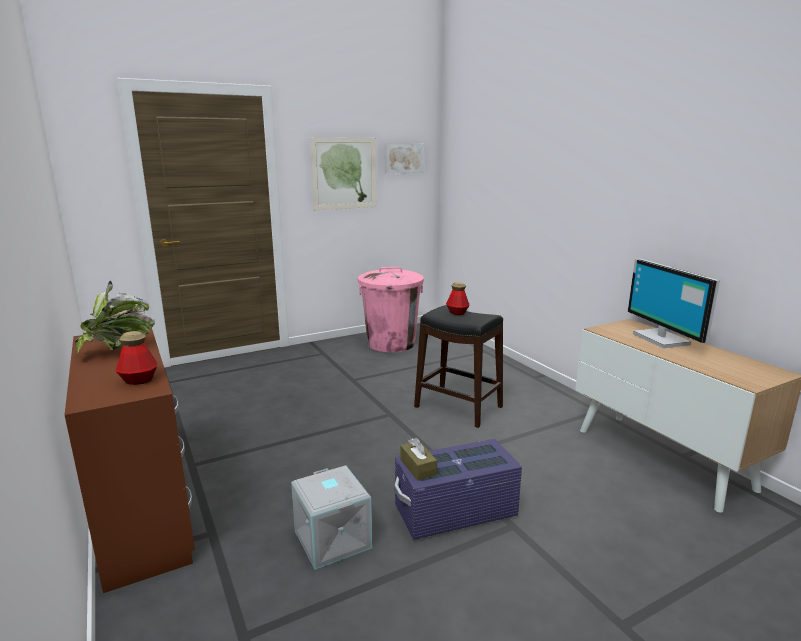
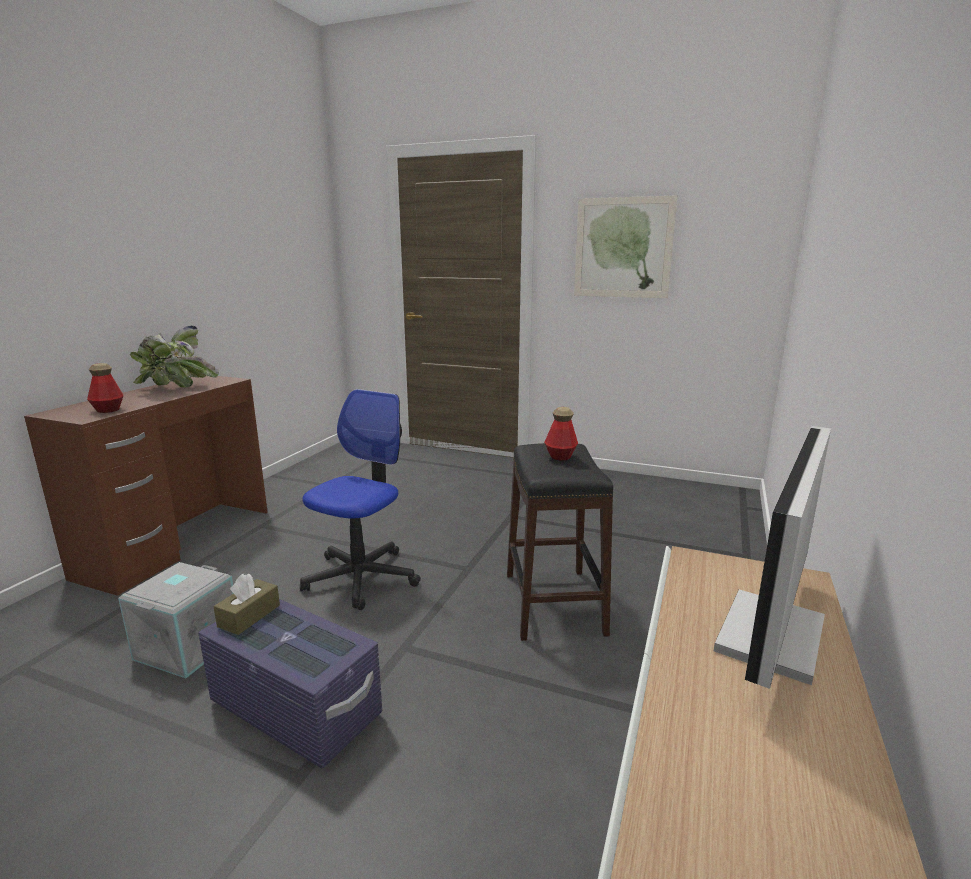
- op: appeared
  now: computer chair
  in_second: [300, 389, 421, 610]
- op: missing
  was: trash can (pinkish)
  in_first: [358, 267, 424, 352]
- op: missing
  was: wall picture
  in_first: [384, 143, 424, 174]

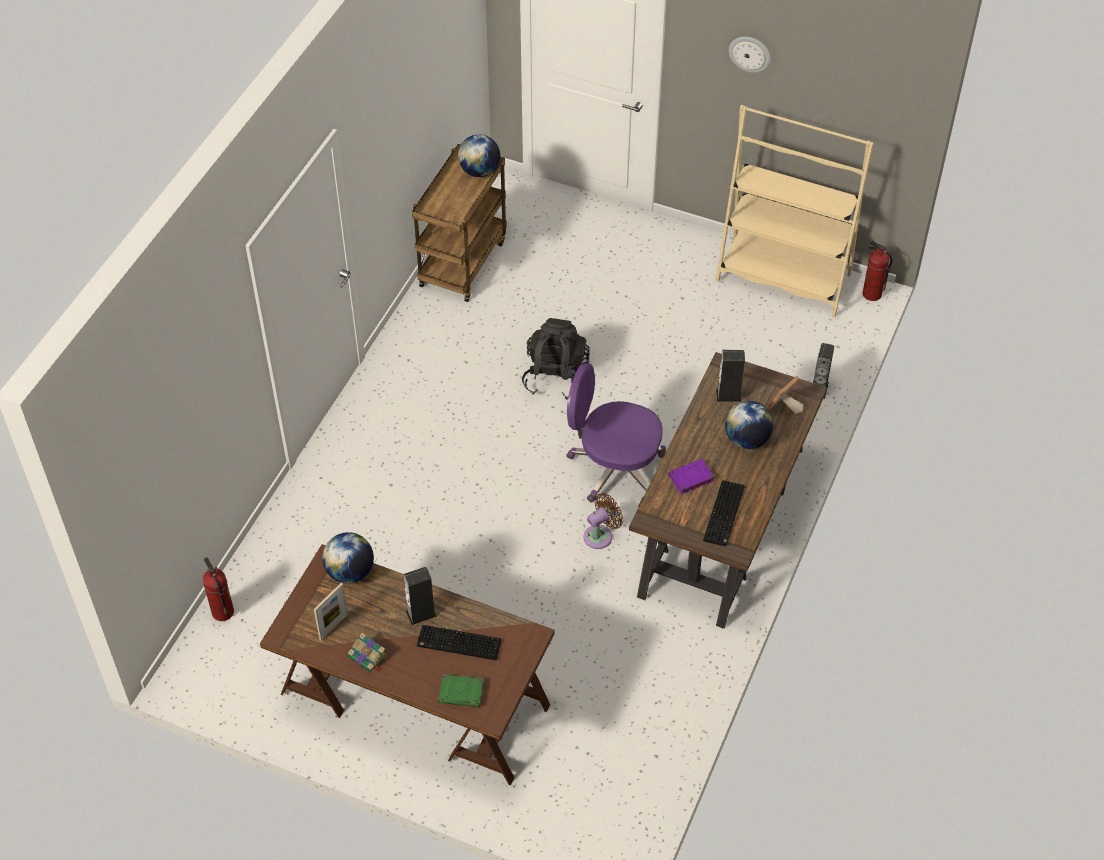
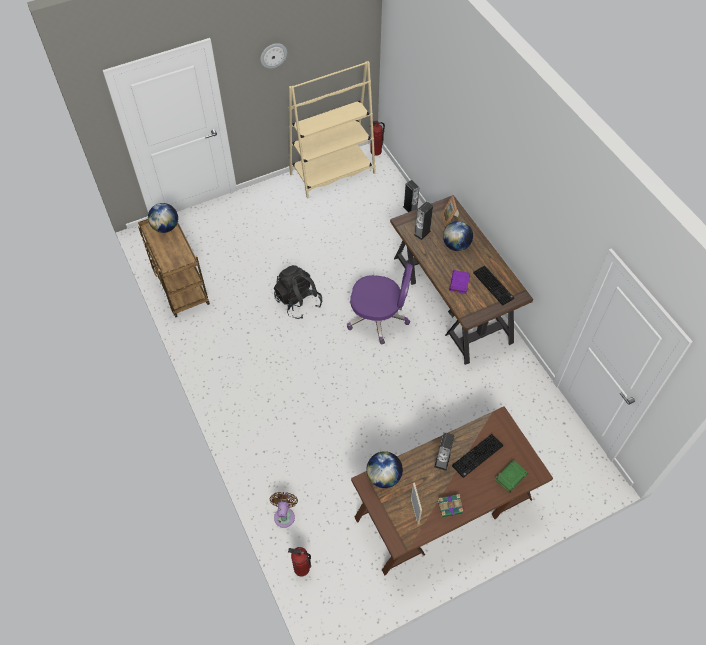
- op: relocated
  was: cooling fan (brownish)
  in_first: [583, 493, 623, 549]
  in_second: [270, 492, 298, 528]
- op: spun
  was: computer chair (purple-coloured)
  in_first: [567, 363, 666, 503]
  in_second: [347, 263, 413, 345]
  clockwise: -135

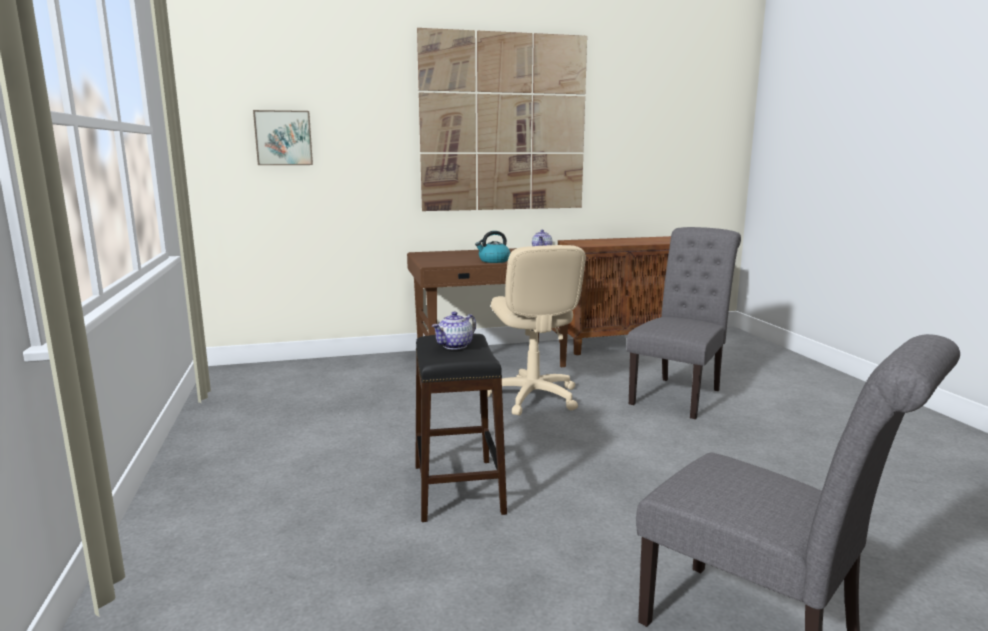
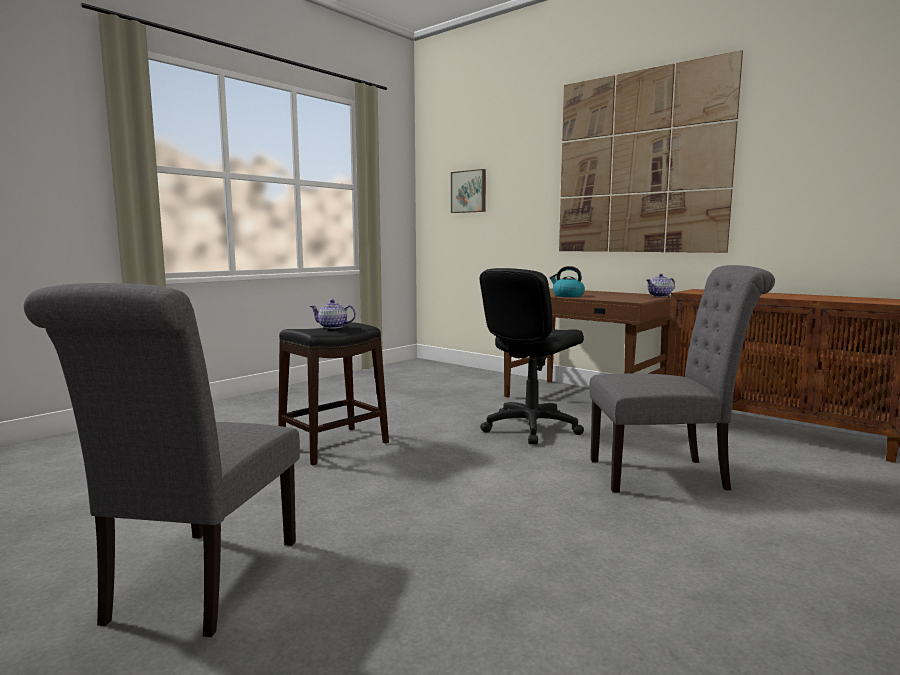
- op: colour
  was: computer chair (sand-coloured)
  now: computer chair (black-coloured)
  in_first: [487, 245, 586, 416]
  in_second: [480, 268, 584, 445]

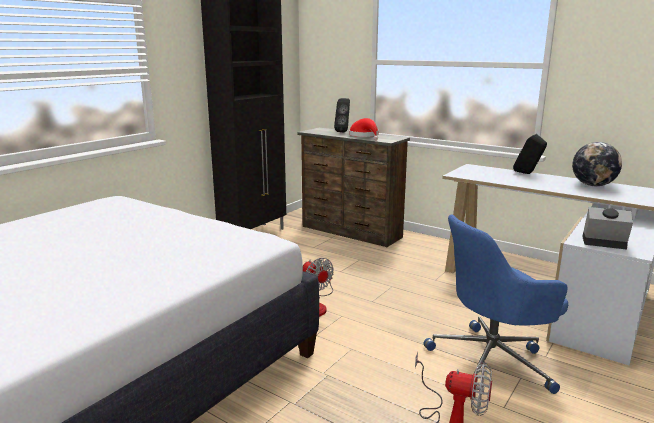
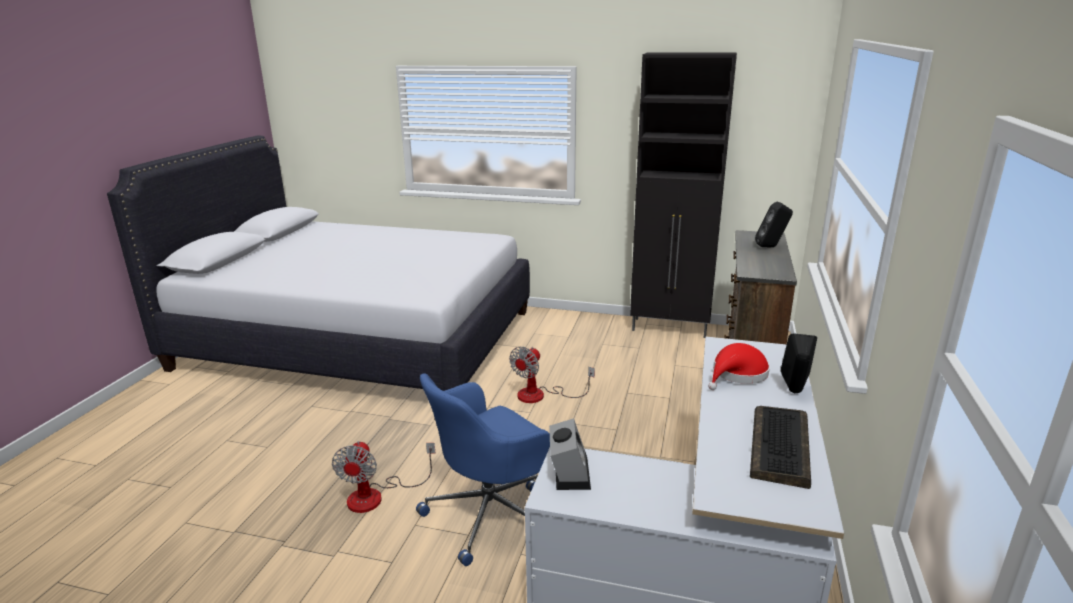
- op: spun
  was: computer chair (blue)
  in_first: [424, 214, 568, 394]
  in_second: [416, 373, 550, 566]
  clockwise: -90
- op: relocated
  was: clothing hat (reddish)
  in_first: [349, 118, 378, 140]
  in_second: [708, 343, 770, 390]
- op: exchanged
  was: world globe
  now: computer keyboard
  in_first: [572, 142, 622, 186]
  in_second: [750, 406, 811, 489]

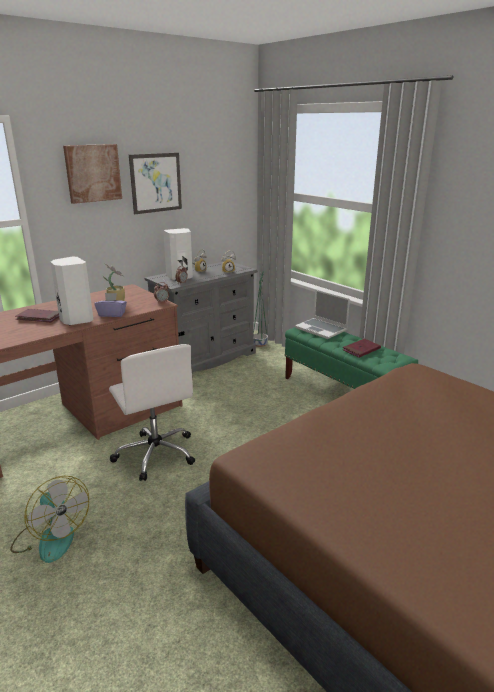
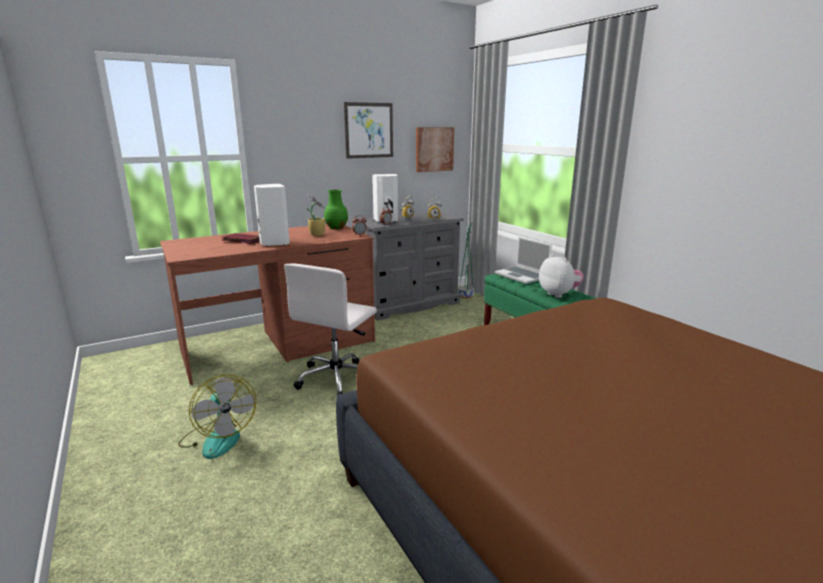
- op: spun
  was: computer chair (white)
  in_first: [109, 344, 195, 481]
  in_second: [284, 263, 377, 395]
  clockwise: 45
- op: appeared
  now: vase (green-coloured)
  in_second: [324, 190, 348, 229]
- op: relocated
  was: wall picture
  in_first: [63, 144, 122, 204]
  in_second: [416, 127, 454, 172]
- op: exchanged
  was: book (reddish)
  now: cuddly toy
  in_first: [343, 338, 381, 358]
  in_second: [539, 254, 584, 298]
- op: missing
  was: tissue holder (purple-coloured)
  in_first: [94, 293, 127, 317]

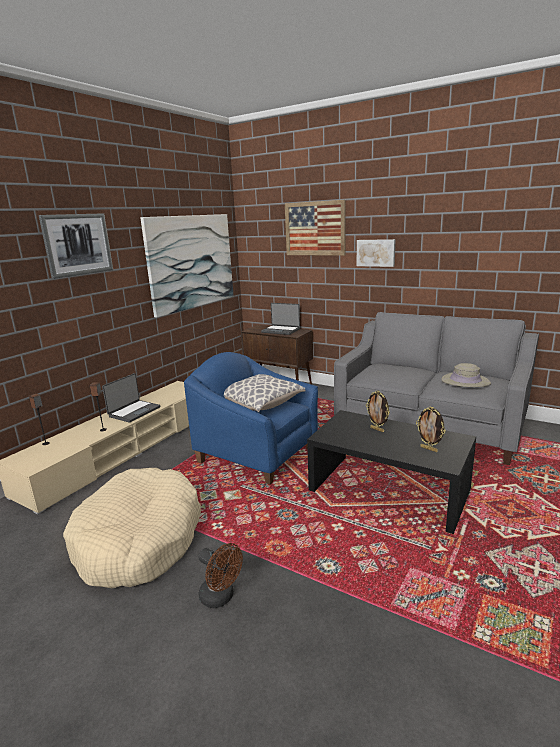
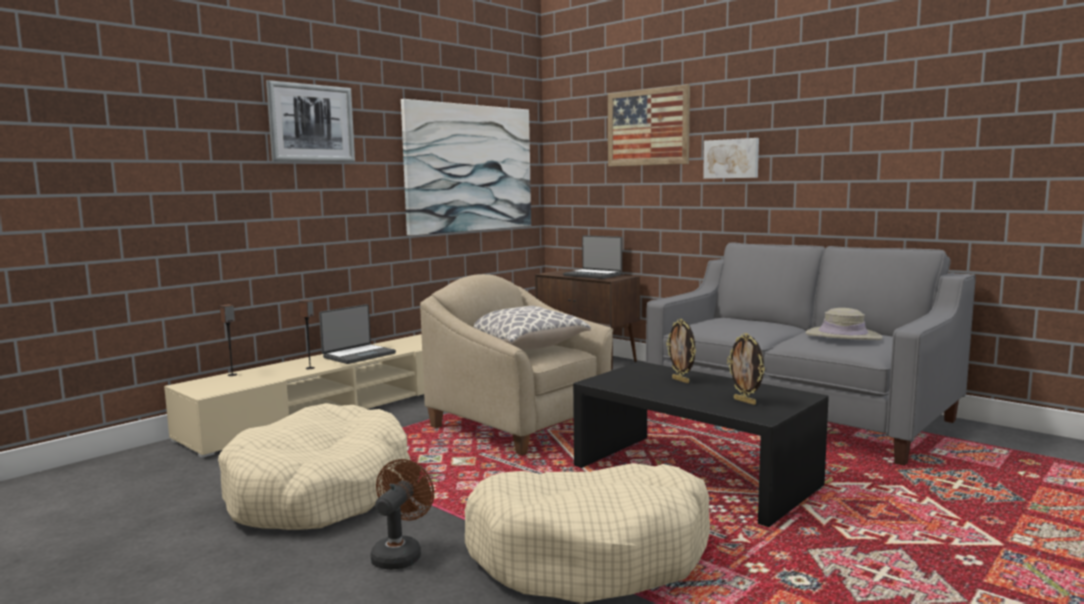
- op: spun
  was: cooling fan (brownish)
  in_first: [198, 543, 243, 608]
  in_second: [370, 459, 434, 570]
  clockwise: -120
- op: colour
  was: armchair (blue)
  now: armchair (sand-coloured)
  in_first: [184, 352, 318, 484]
  in_second: [420, 274, 613, 455]
- op: appeared
  now: dog cushion (sand-coloured)
  in_second: [464, 463, 710, 603]

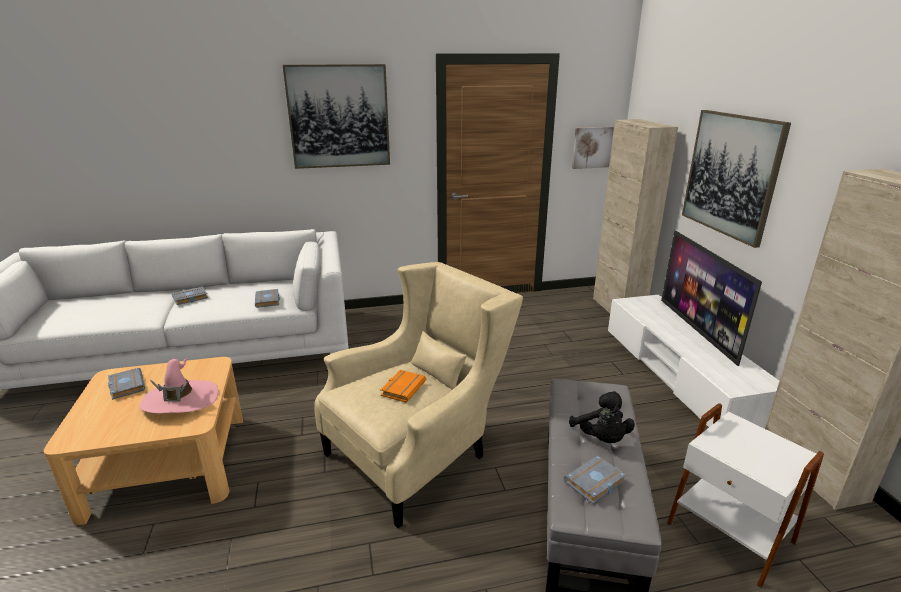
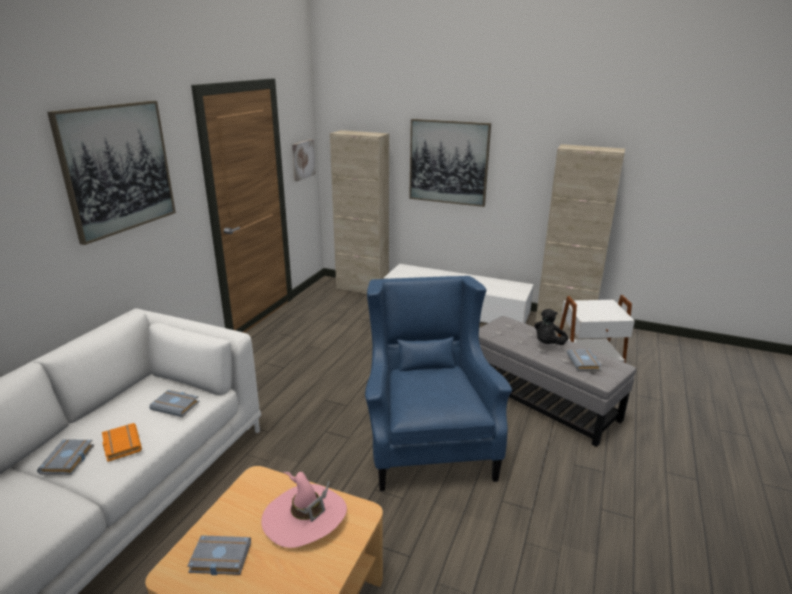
- op: relocated
  was: book (orangey)
  in_first: [381, 370, 426, 403]
  in_second: [102, 423, 142, 462]
- op: colour
  was: armchair (sand-coloured)
  now: armchair (blue)
  in_first: [314, 262, 523, 528]
  in_second: [365, 276, 512, 491]
- op: spun
  was: cuddly toy (black-coloured)
  in_first: [569, 391, 635, 443]
  in_second: [534, 309, 568, 345]
  clockwise: 105
- op: missing
  was: TV set
  in_first: [661, 230, 762, 366]

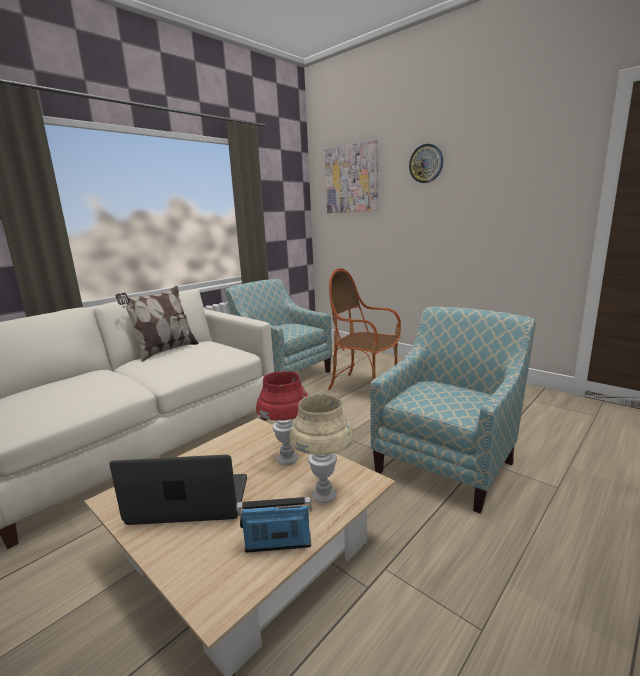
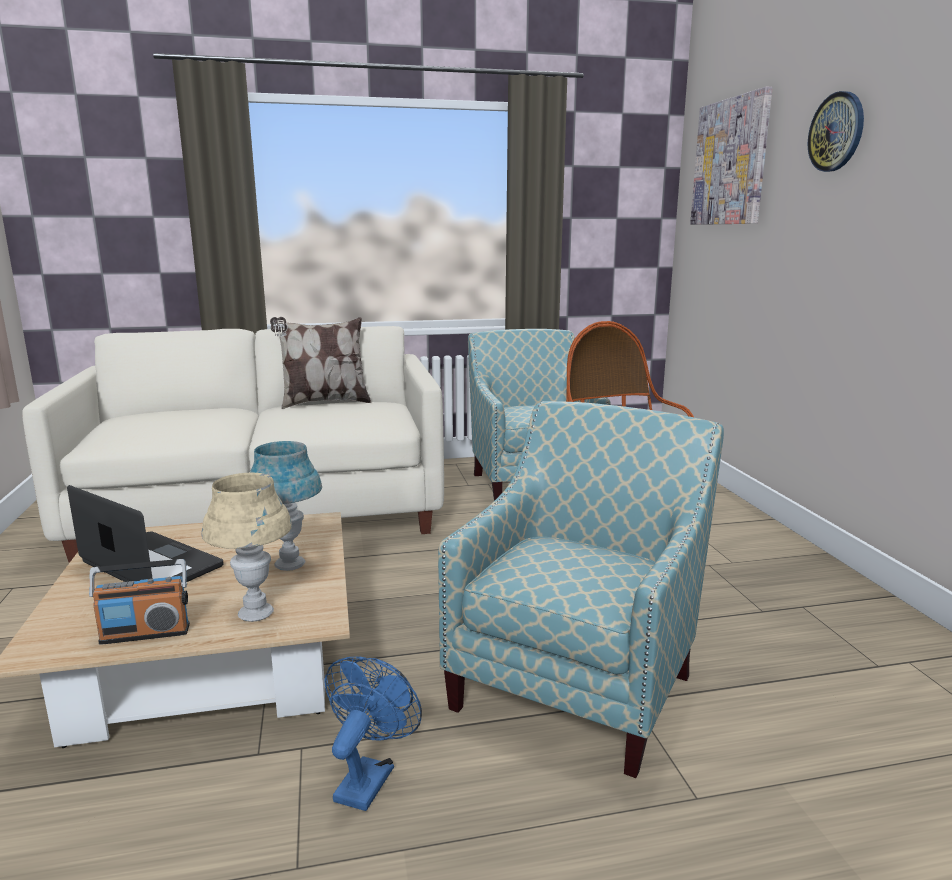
- op: spun
  was: radio set
  in_first: [236, 497, 312, 553]
  in_second: [89, 559, 190, 645]
  clockwise: 135
- op: colour
  was: table lamp (reddish)
  now: table lamp (blue)
  in_first: [256, 371, 308, 465]
  in_second: [250, 441, 322, 571]
- op: appeared
  now: cooling fan (blue)
  in_second: [324, 657, 422, 811]
- op: spun
  was: armchair
  in_first: [370, 307, 536, 513]
  in_second: [438, 401, 724, 778]
  clockwise: -45

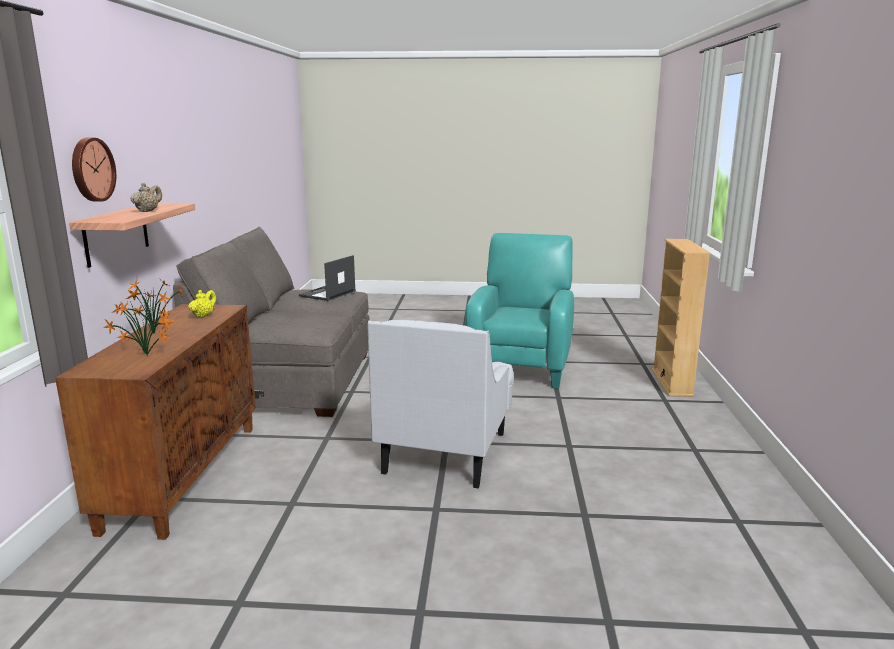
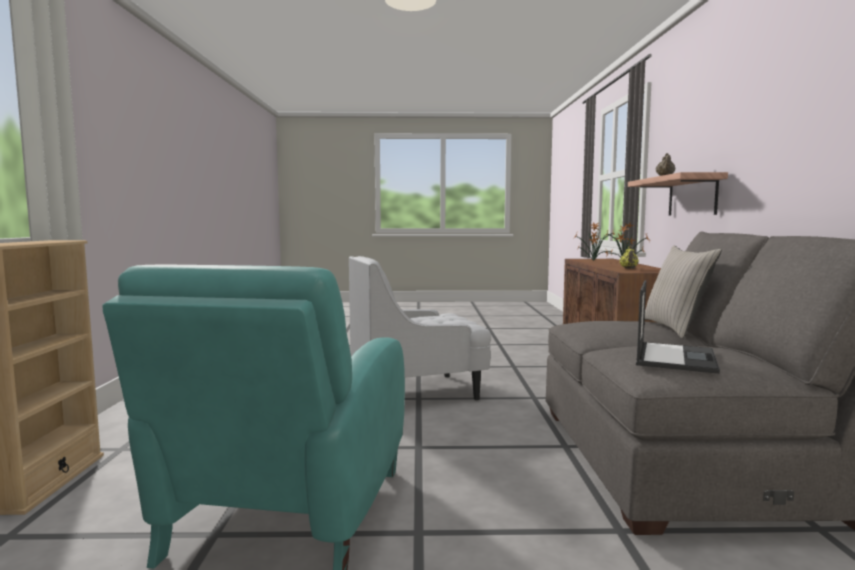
- op: spun
  was: armchair (white)
  in_first: [367, 320, 514, 488]
  in_second: [349, 256, 491, 400]
  clockwise: -120
- op: appeared
  now: pillow (sand-coloured)
  in_second: [645, 246, 722, 338]
- op: missing
  was: wall clock
  in_first: [72, 138, 116, 202]

